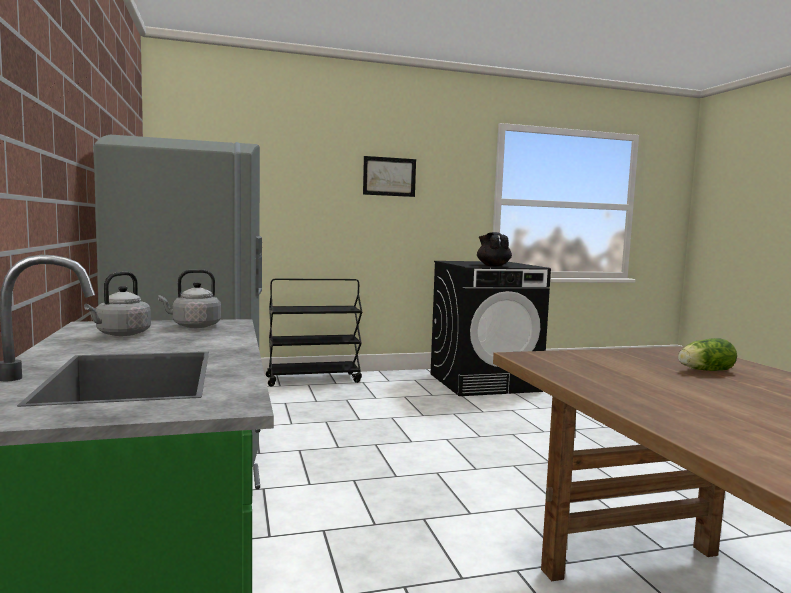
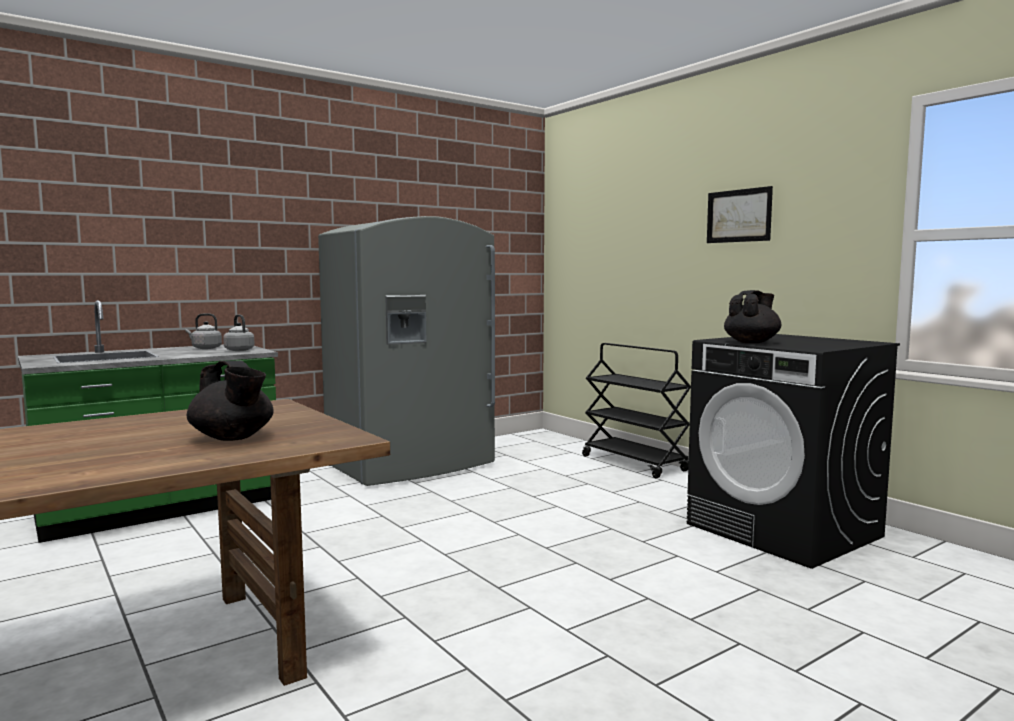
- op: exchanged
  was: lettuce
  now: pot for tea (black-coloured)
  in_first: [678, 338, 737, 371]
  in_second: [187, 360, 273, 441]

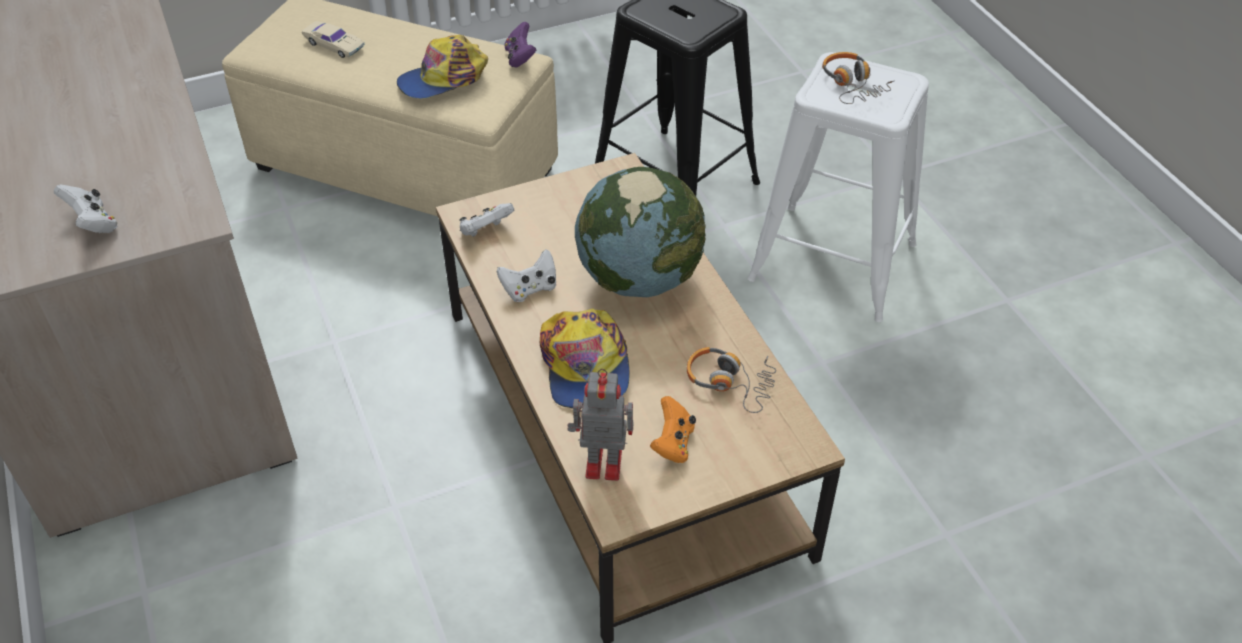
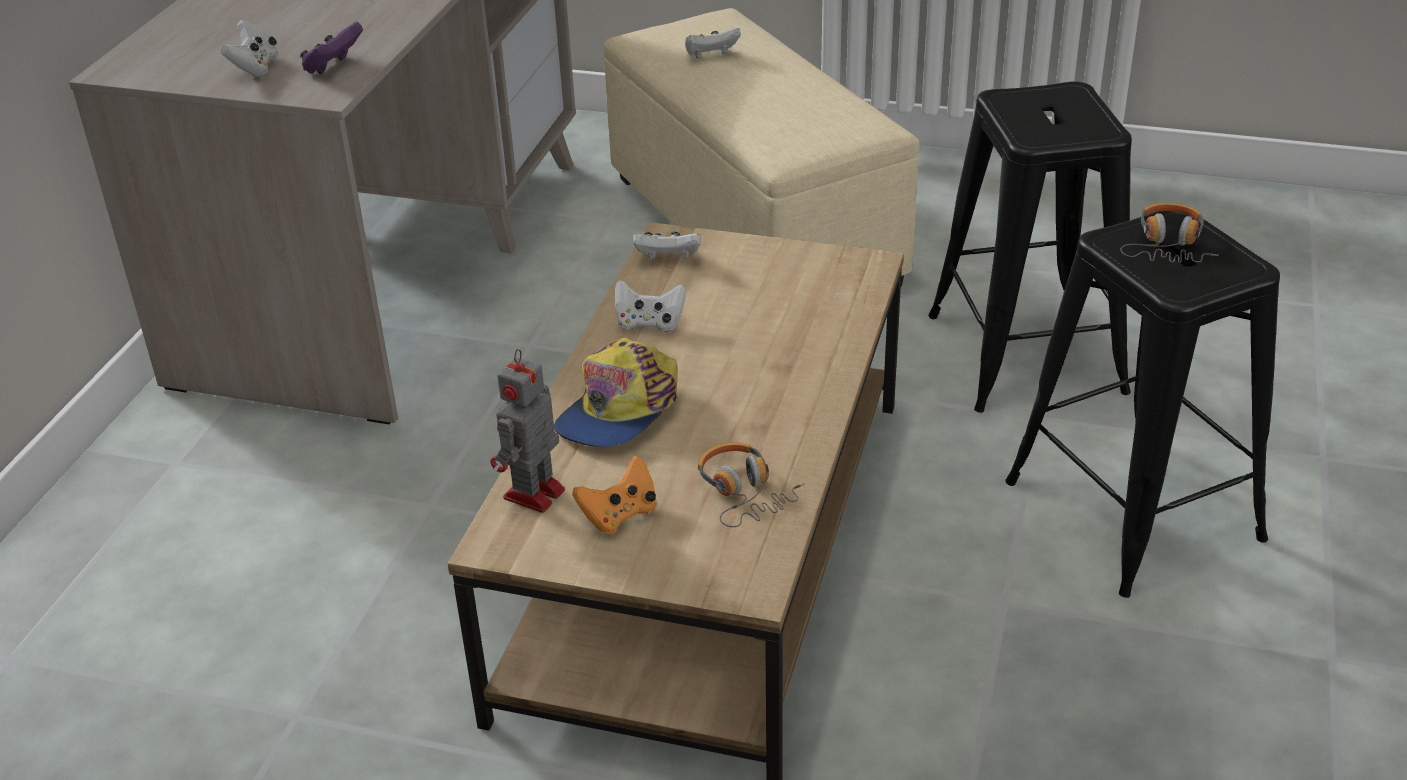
- op: relocated
  was: gamepad (purple-coloured)
  in_first: [504, 22, 536, 68]
  in_second: [300, 22, 363, 74]
- op: spun
  was: toy robot
  in_first: [567, 369, 634, 481]
  in_second: [490, 349, 565, 513]
  clockwise: -105
- op: exchanged
  was: toy car (sand-coloured)
  now: gamepad (white)
  in_first: [302, 22, 364, 58]
  in_second: [685, 27, 741, 58]
- op: colour
  was: sitting stool (white)
  now: sitting stool (black-coloured)
  in_first: [747, 52, 929, 322]
  in_second: [1005, 211, 1280, 598]
- op: missing
  was: peaked cap
  in_first: [397, 35, 488, 99]
- op: missing
  was: world globe
  in_first: [575, 167, 706, 297]

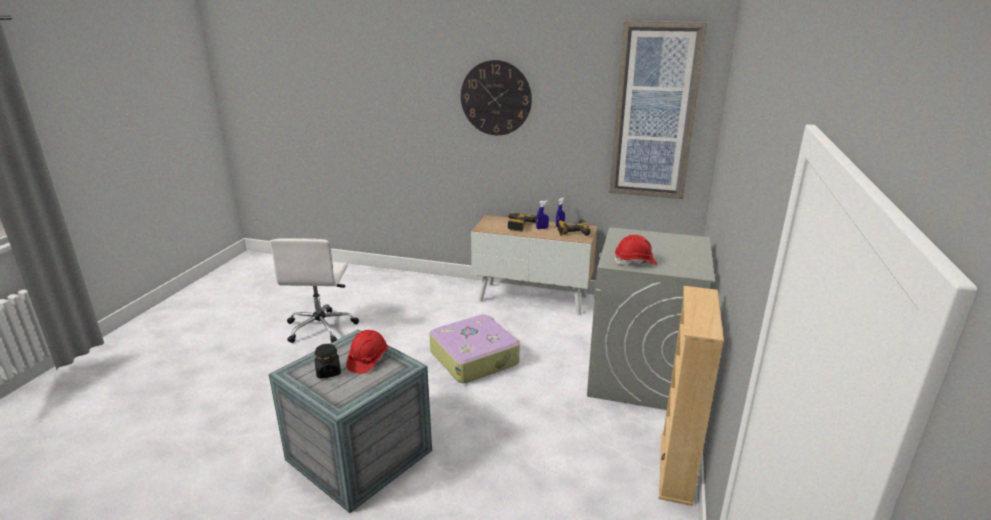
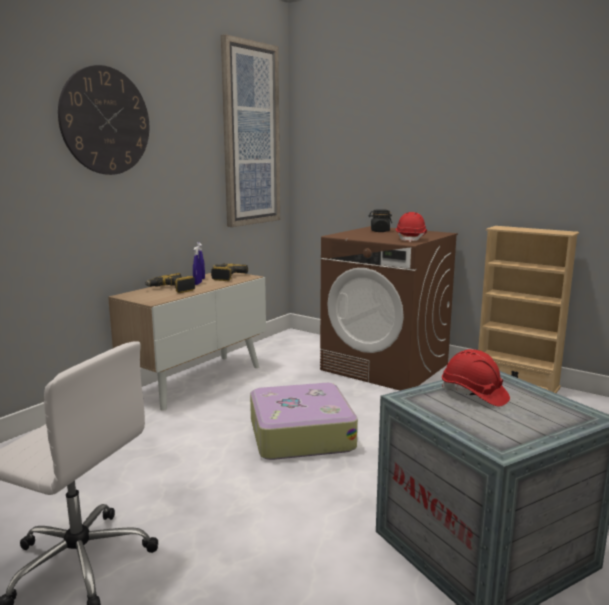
- op: colour
  was: washing machine (grey)
  now: washing machine (brownish)
  in_first: [587, 227, 715, 410]
  in_second: [320, 226, 458, 391]
- op: relocated
  was: jar (black-coloured)
  in_first: [315, 344, 341, 379]
  in_second: [369, 209, 392, 232]

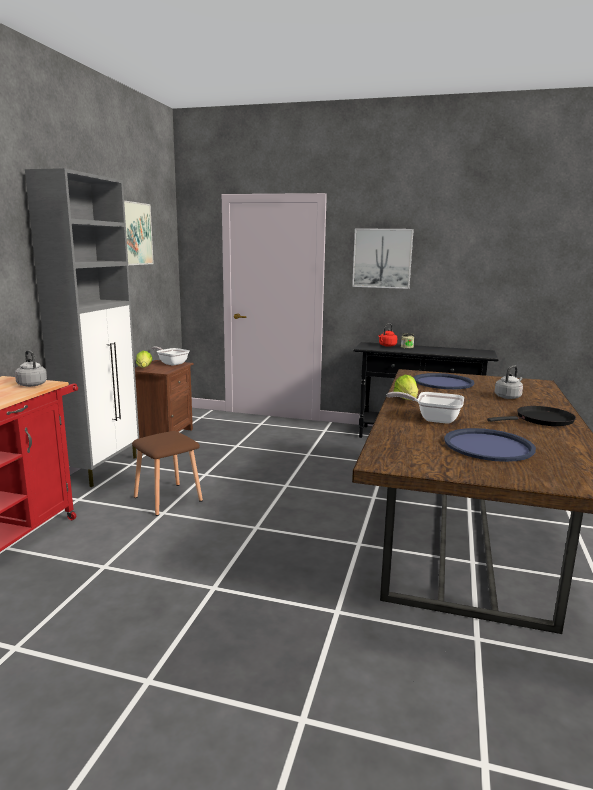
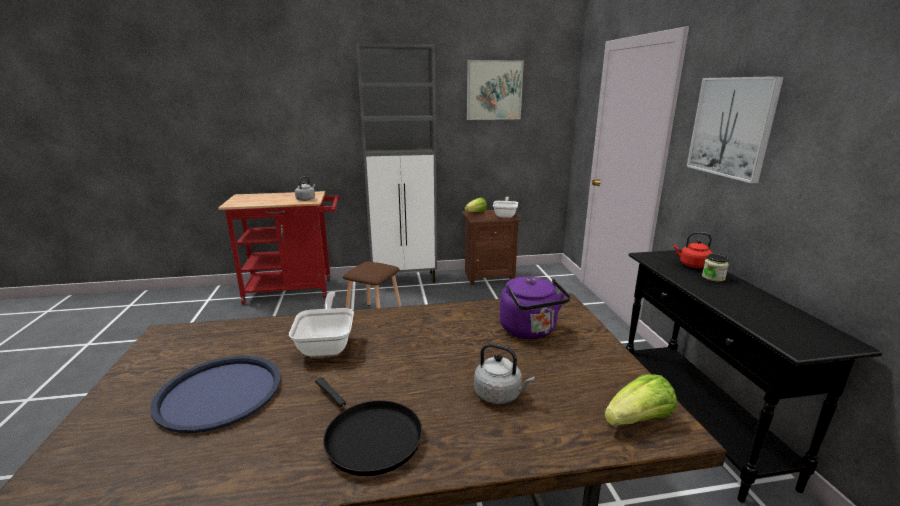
- op: exchanged
  was: serving tray (blue)
  now: water kettle (purple-coloured)
  in_first: [413, 373, 475, 389]
  in_second: [500, 277, 571, 339]
- op: relocated
  was: lettuce
  in_first: [394, 375, 418, 400]
  in_second: [604, 374, 677, 426]

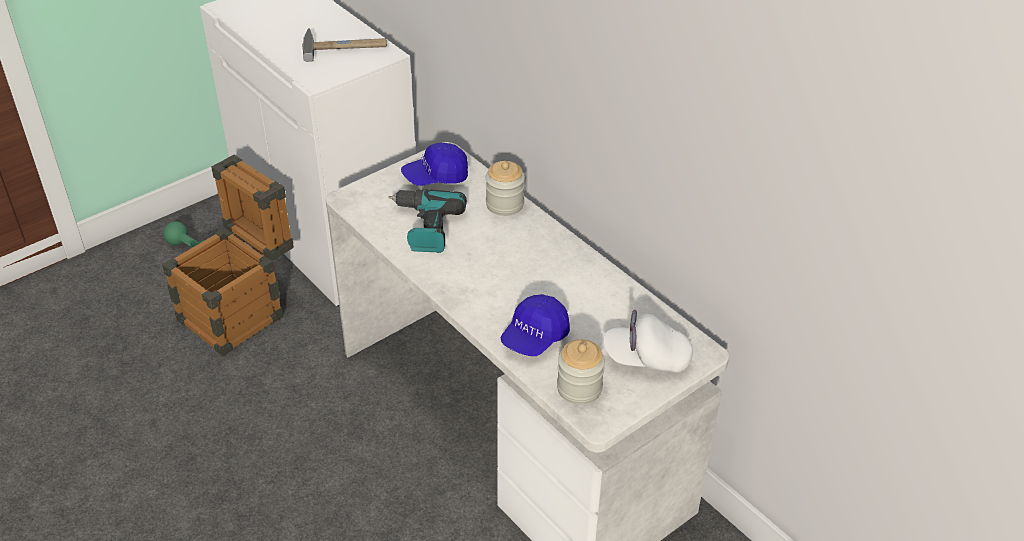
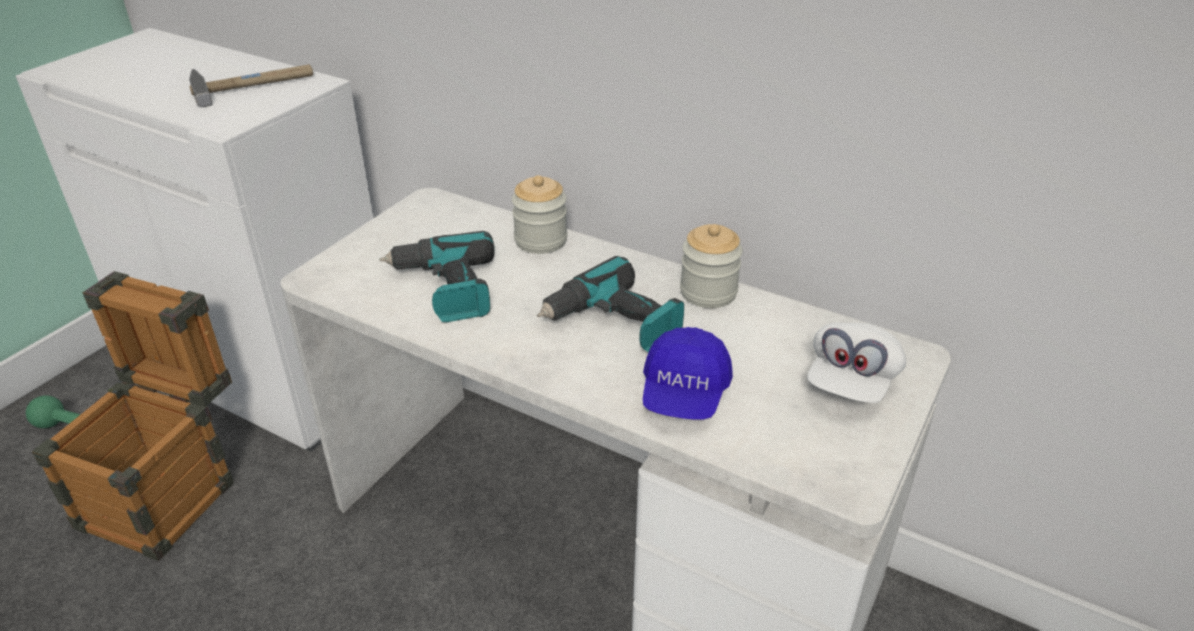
- op: appeared
  now: power drill
  in_second: [537, 256, 684, 352]
- op: relocated
  was: jar
  in_first: [557, 339, 605, 405]
  in_second: [680, 224, 743, 308]
- op: spun
  was: peaked cap (white)
  in_first: [604, 310, 693, 373]
  in_second: [807, 323, 906, 403]
  clockwise: -45
- op: missing
  was: peaked cap (blue)
  in_first: [401, 143, 468, 186]

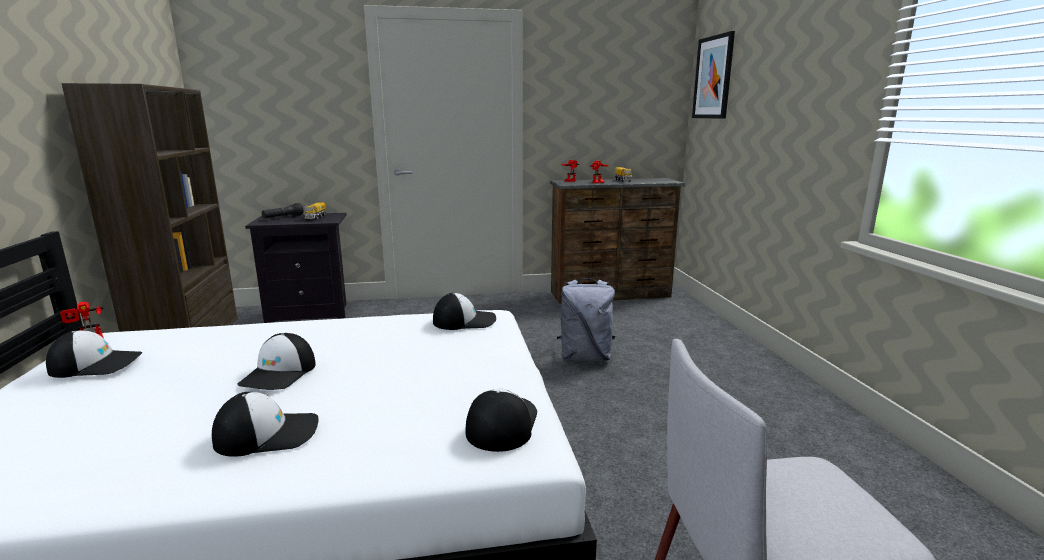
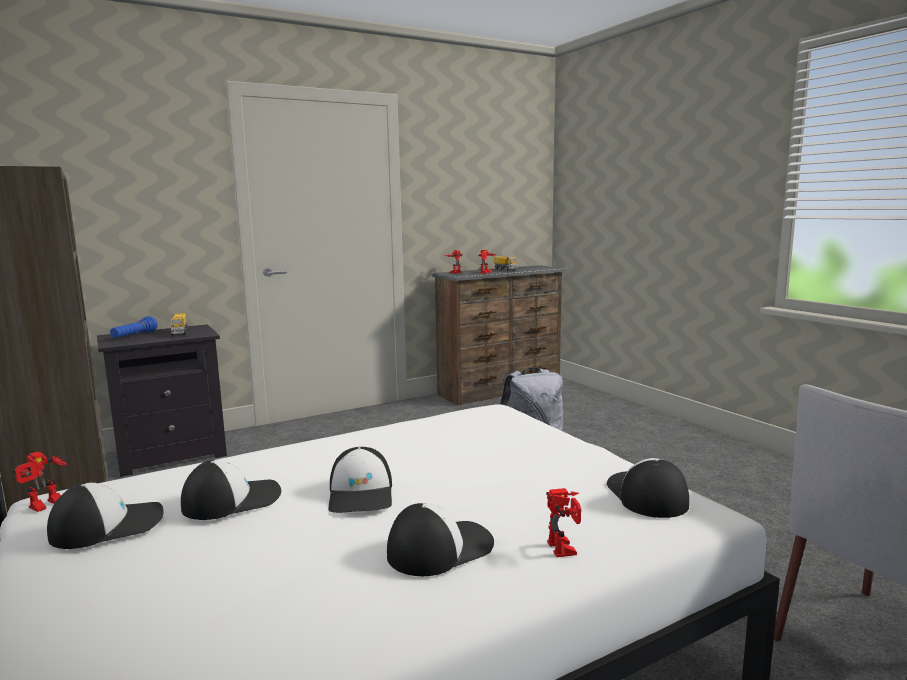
- op: colour
  was: torch (black-coloured)
  now: torch (blue)
  in_first: [262, 203, 304, 219]
  in_second: [110, 316, 157, 338]
- op: relocated
  was: peaked cap
  in_first: [433, 293, 496, 330]
  in_second: [181, 460, 281, 520]
- op: appeared
  now: toy robot
  in_second: [546, 488, 581, 557]
- op: missing
  was: wall picture
  in_first: [692, 31, 735, 119]

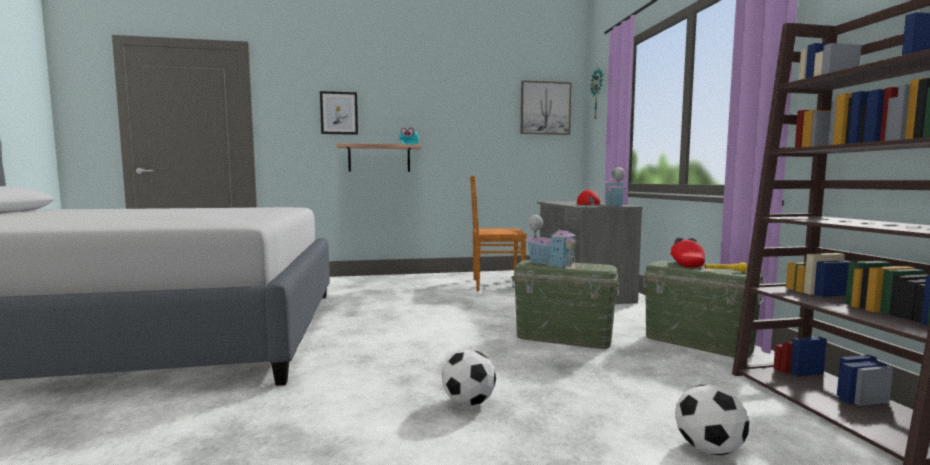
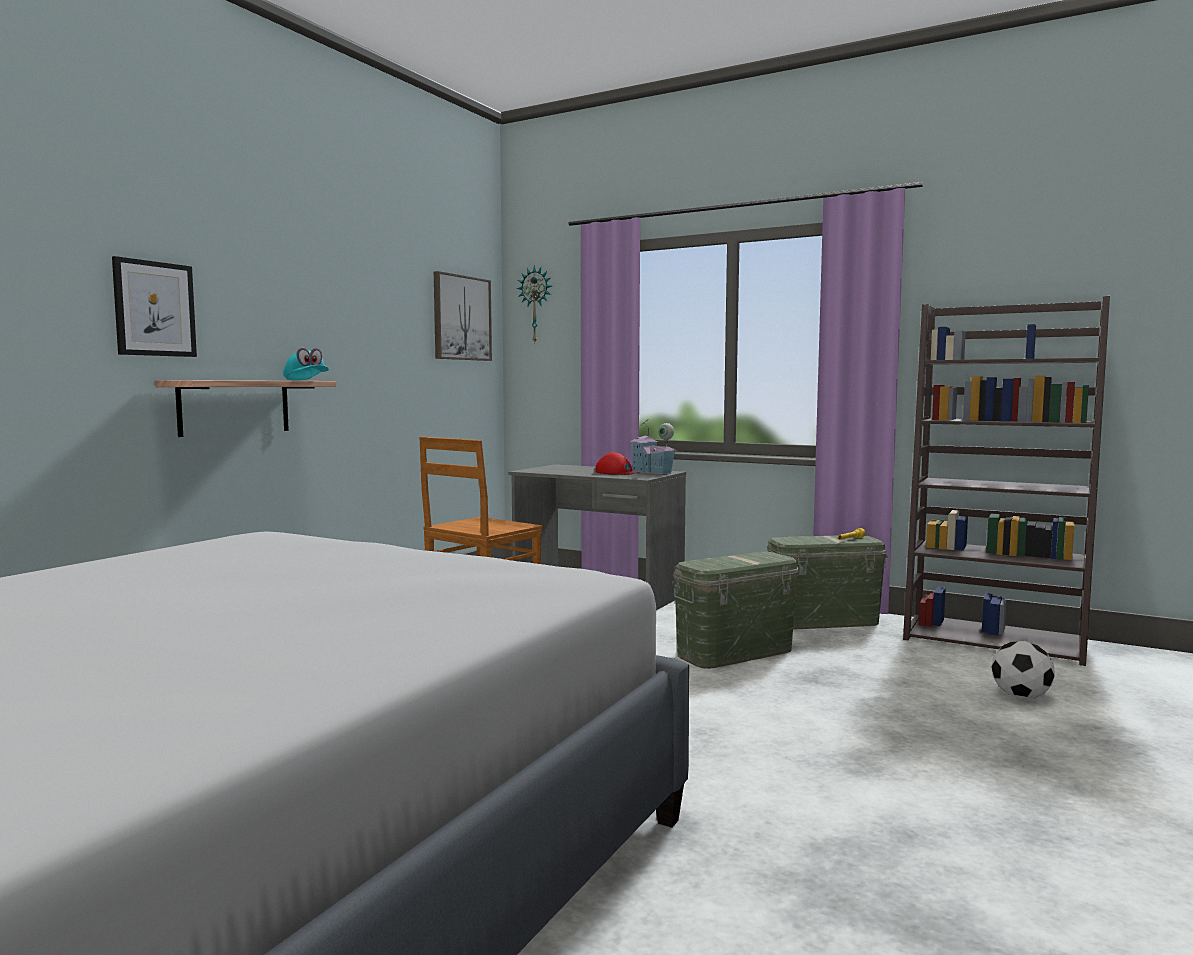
- op: missing
  was: football
  in_first: [442, 350, 496, 406]
- op: missing
  was: model house
  in_first: [526, 213, 579, 267]
- op: missing
  was: peaked cap (reddish)
  in_first: [670, 237, 705, 268]

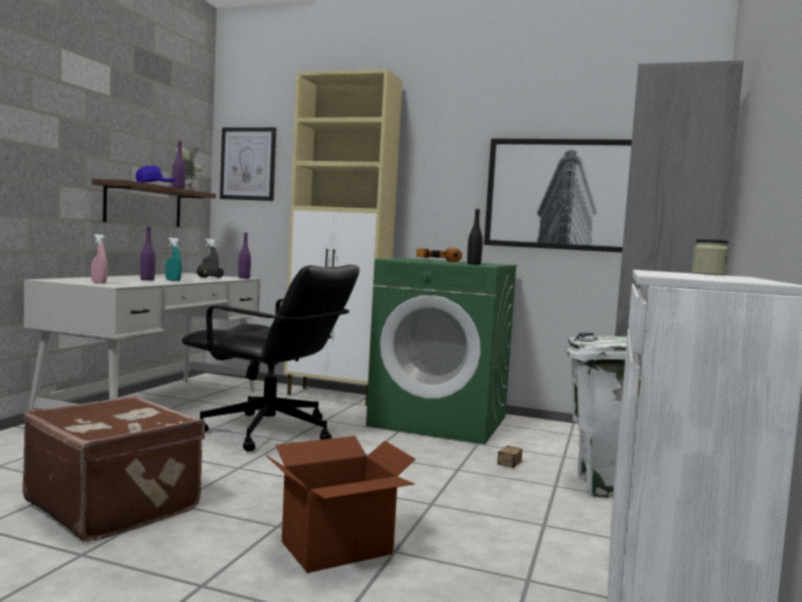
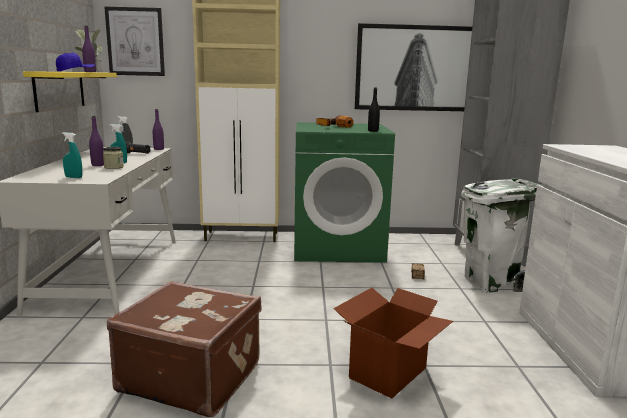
- op: colour
  was: wall shelf (brownish)
  now: wall shelf (yellowish)
  in_first: [92, 179, 216, 227]
  in_second: [23, 71, 117, 112]
- op: colour
  was: spray bottle (pinkish)
  now: spray bottle (blue-green)
  in_first: [91, 234, 107, 284]
  in_second: [62, 132, 82, 178]
- op: relocated
  was: jar
  in_first: [692, 239, 729, 275]
  in_second: [103, 147, 124, 169]
- op: missing
  was: computer chair (black-coloured)
  in_first: [182, 265, 360, 452]

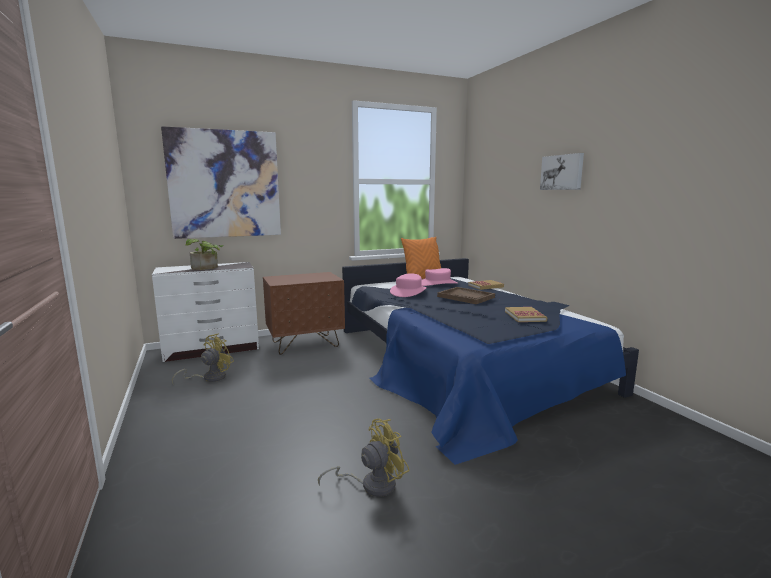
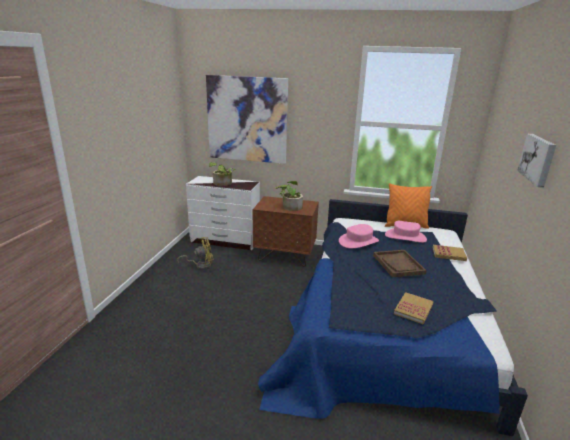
- op: appeared
  now: houseplant
  in_second: [275, 181, 303, 211]
- op: missing
  was: cooling fan (yellowish)
  in_first: [318, 419, 410, 497]

